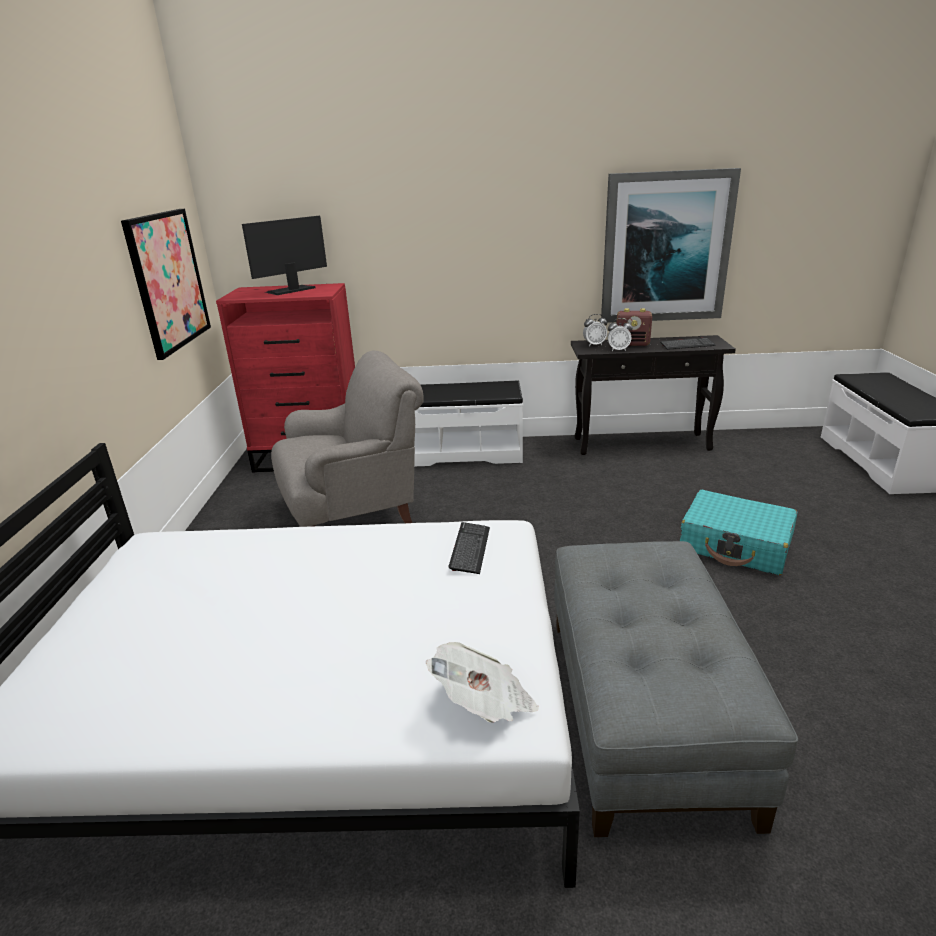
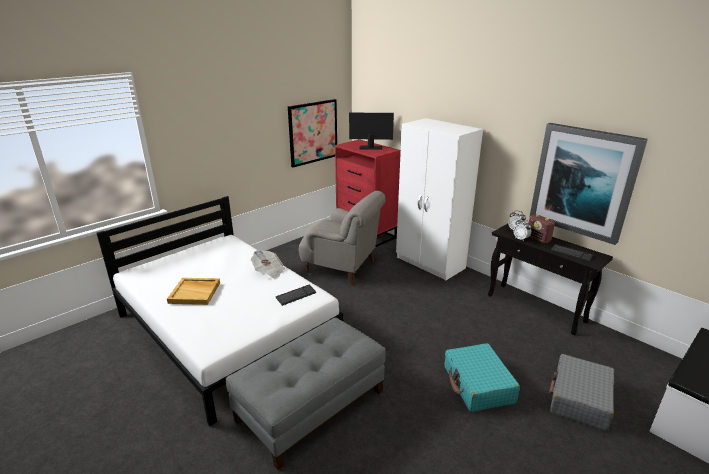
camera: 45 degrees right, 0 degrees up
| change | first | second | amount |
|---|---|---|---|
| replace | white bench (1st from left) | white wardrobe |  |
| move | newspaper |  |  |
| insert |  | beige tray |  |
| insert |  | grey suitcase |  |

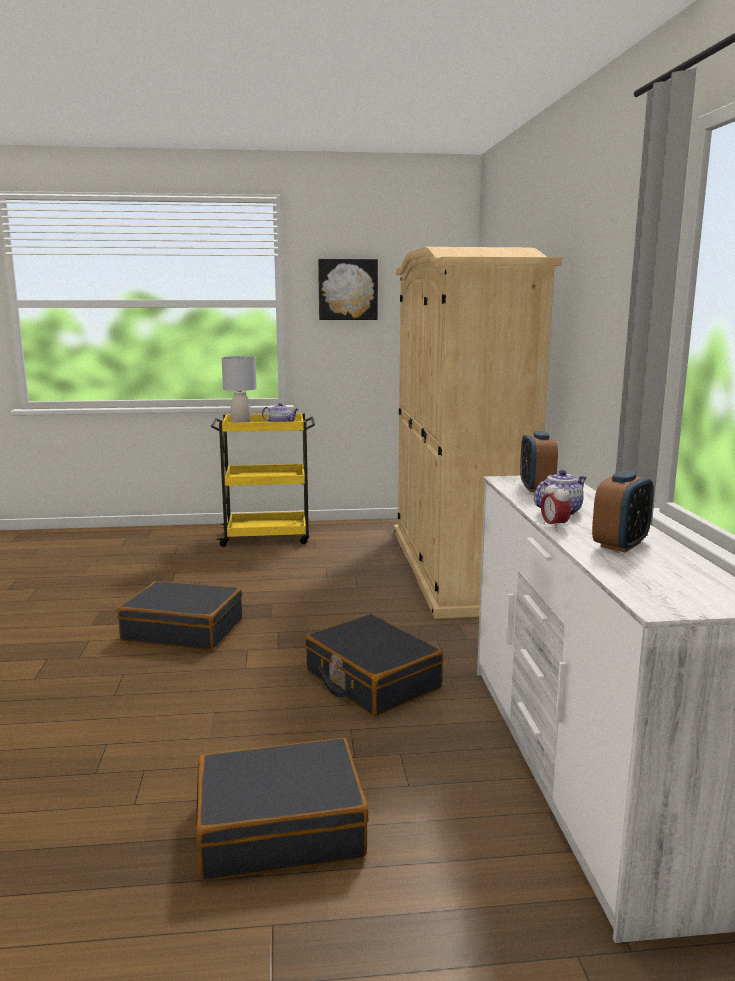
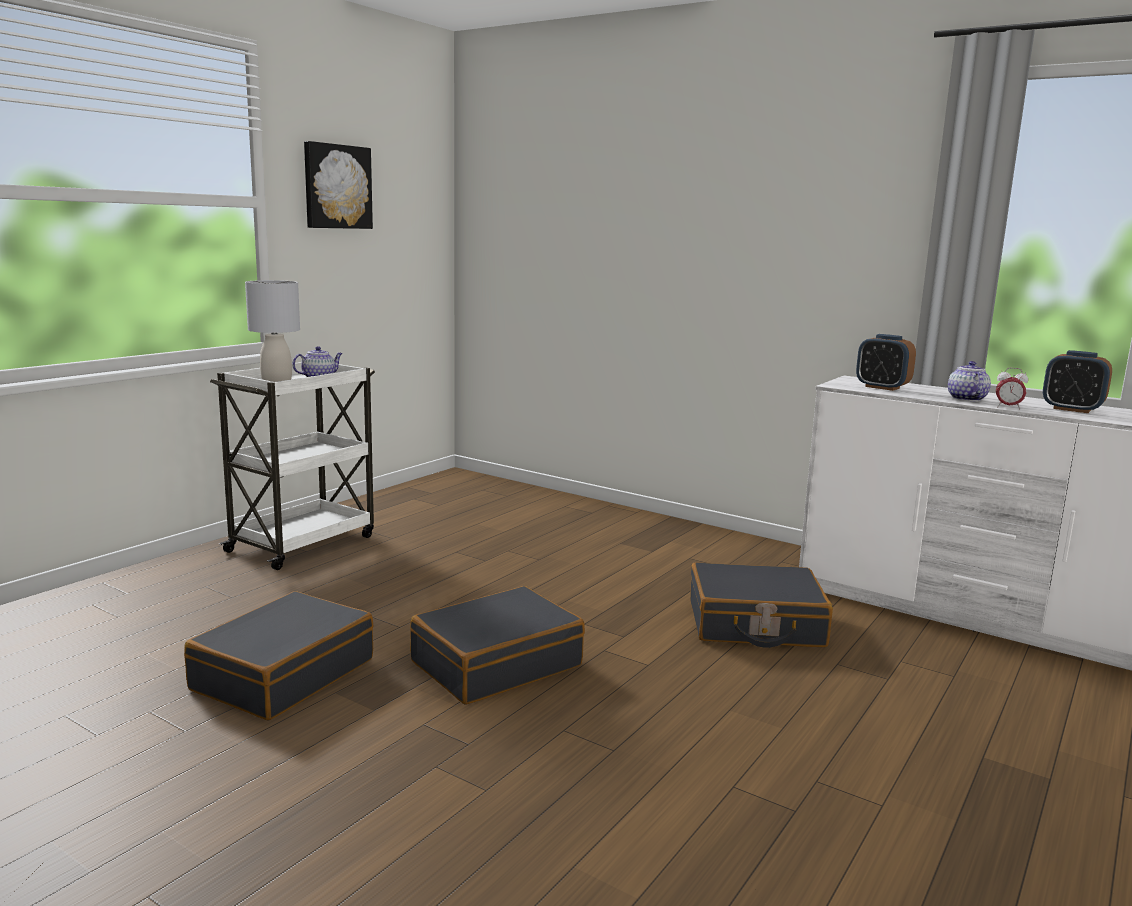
camera: 50 degrees left, 0 degrees up
| change | first | second | amount |
|---|---|---|---|
| delete | beige wardrobe |  |  |
| recolor | yellow cart | white cart |  |
| rotate | alarm clock (3rd from left) |  | 135 degrees clockwise |
| move | black suitcase (2nd from left in the first image) | black suitcase (1st from left) |  |

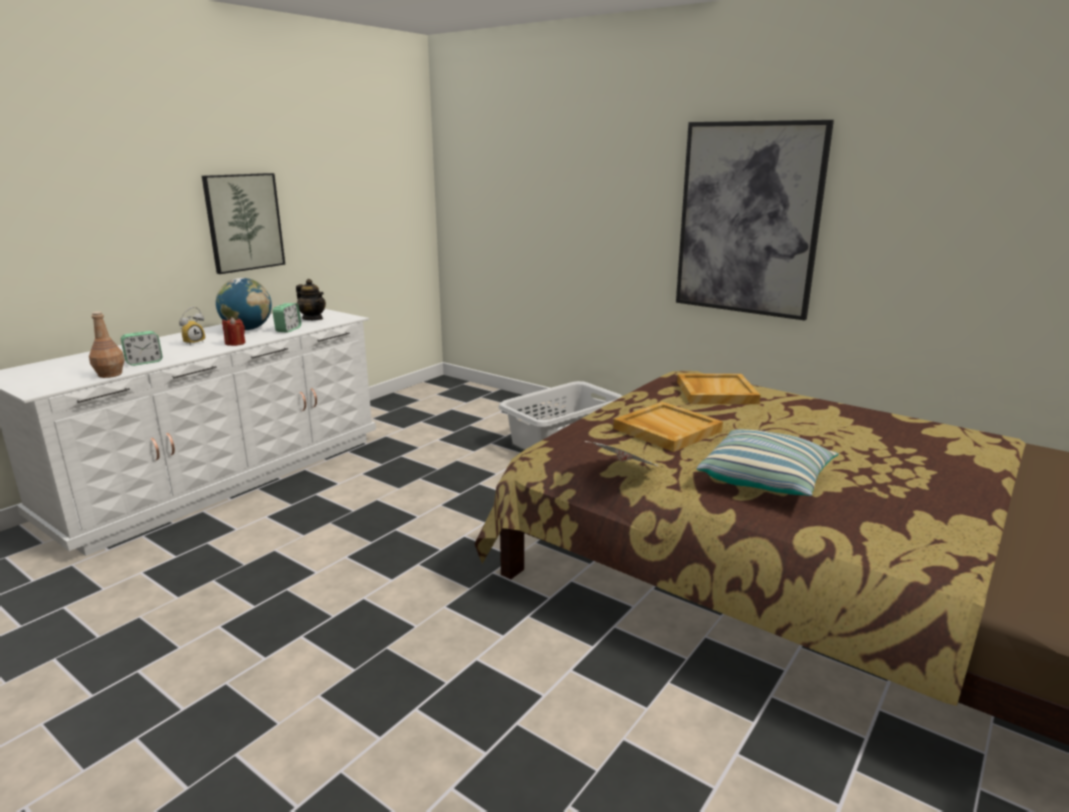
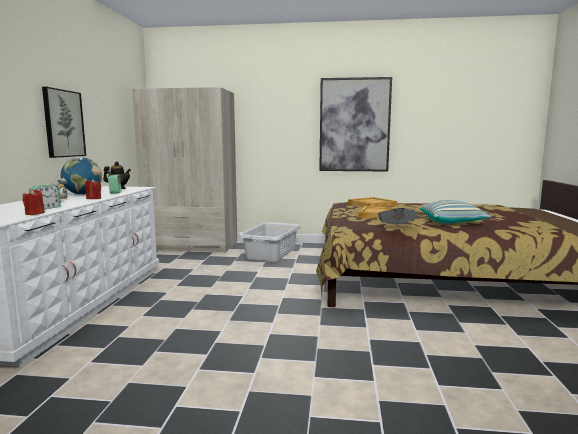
camera: 30 degrees left, 10 degrees down
| change | first | second | amount |
|---|---|---|---|
| replace | brown bottle | red candle (1st from left) |  |
| insert |  | beige wardrobe |  |

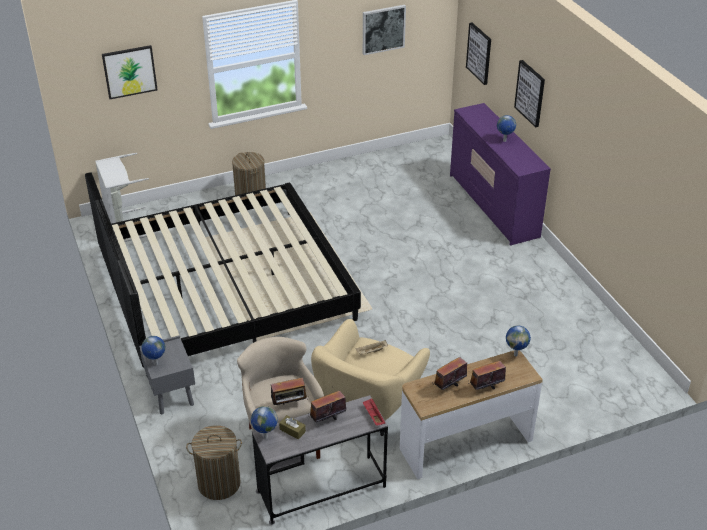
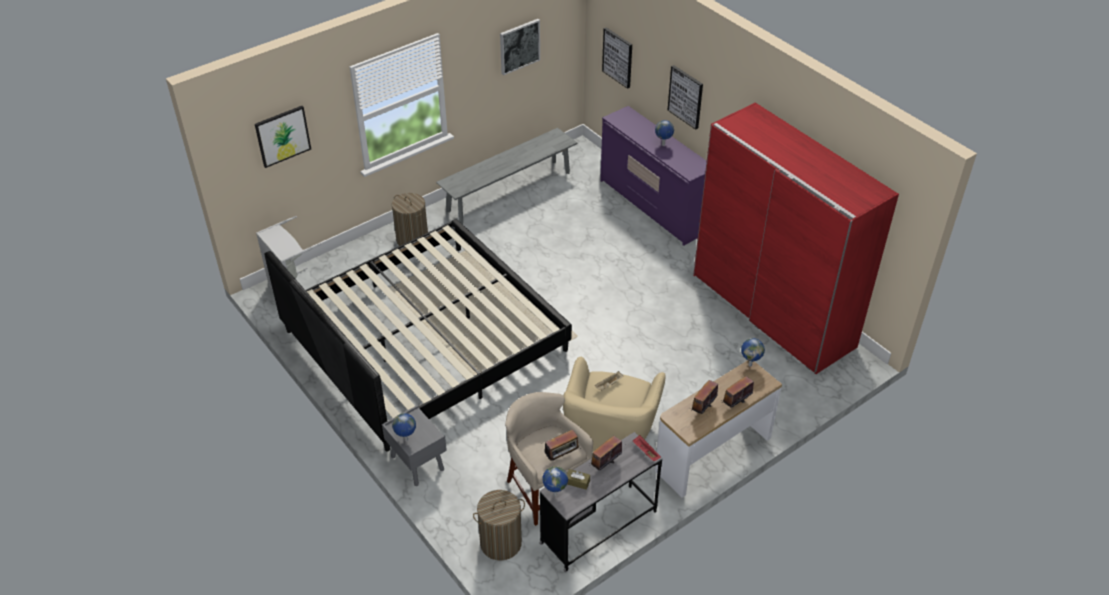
camera: 15 degrees left, 5 degrees up
| change | first | second | amount |
|---|---|---|---|
| insert |  | red wardrobe |  |
| insert |  | grey bench |  |

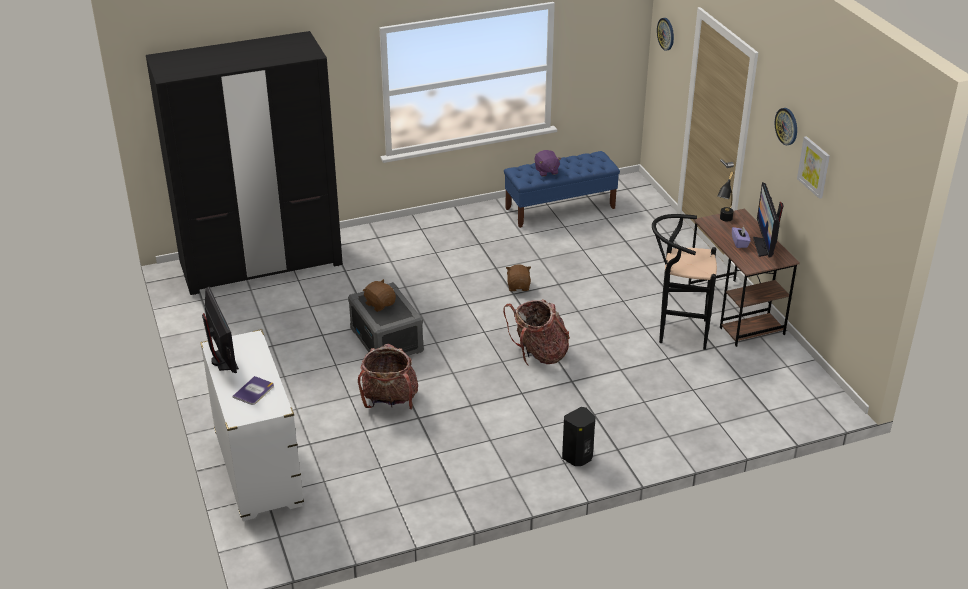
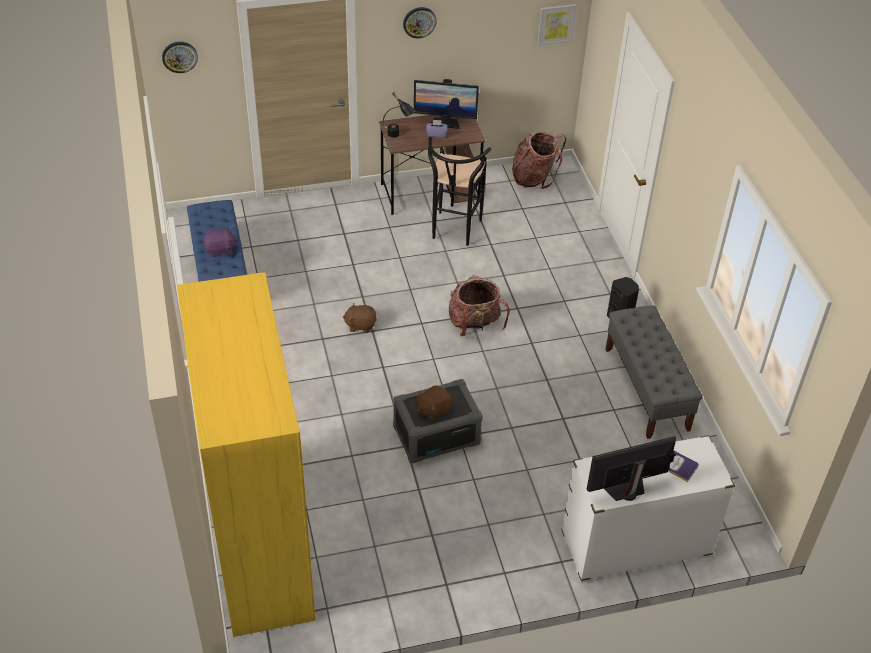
camera: 85 degrees left, 10 degrees up
| change | first | second | amount |
|---|---|---|---|
| recolor | black wardrobe | yellow wardrobe |  |
| move | picture |  |  |
| move | backpack (1st from left in the first image) | backpack (2nd from left) |  |
| insert |  | grey bench |  |

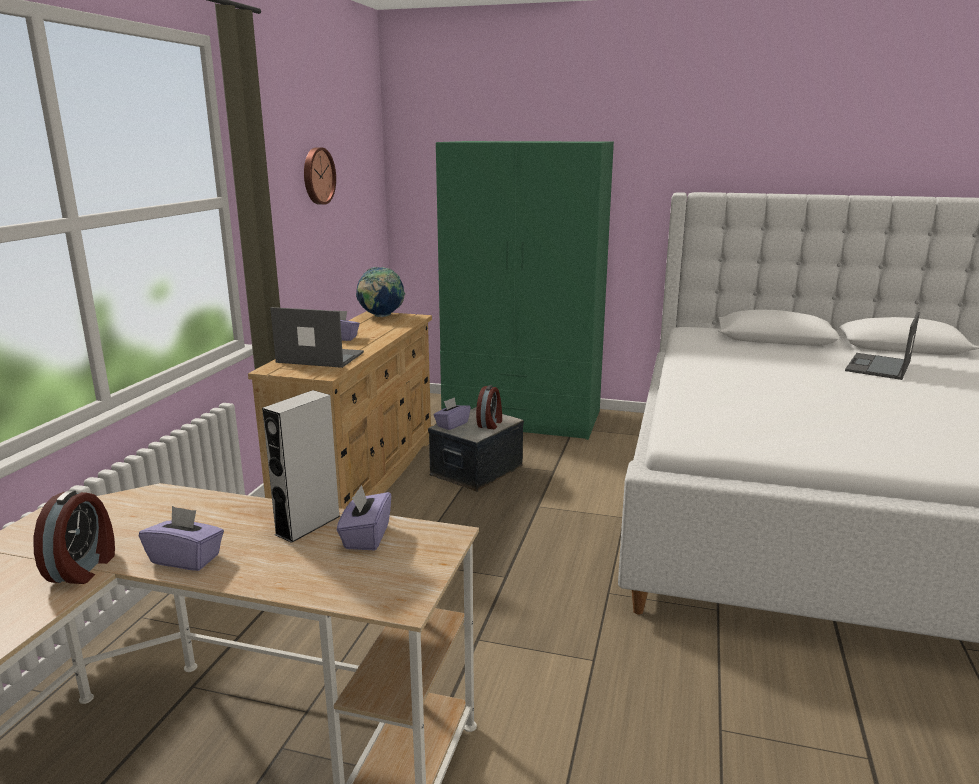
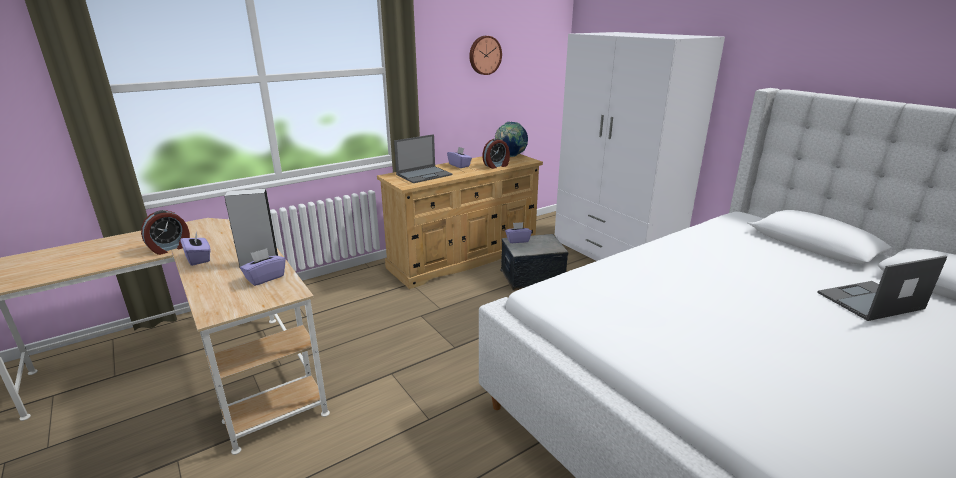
camera: 40 degrees right, 5 degrees up
| change | first | second | amount |
|---|---|---|---|
| recolor | green wardrobe | white wardrobe |  |
| rotate | laptop (1st from left) |  | 90 degrees clockwise |
| move | alarm clock (2nd from left) |  |  |

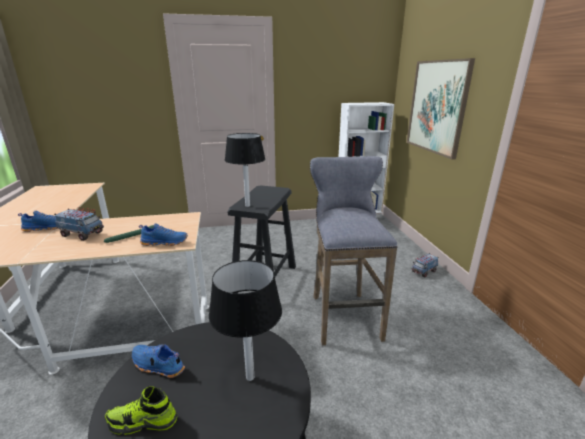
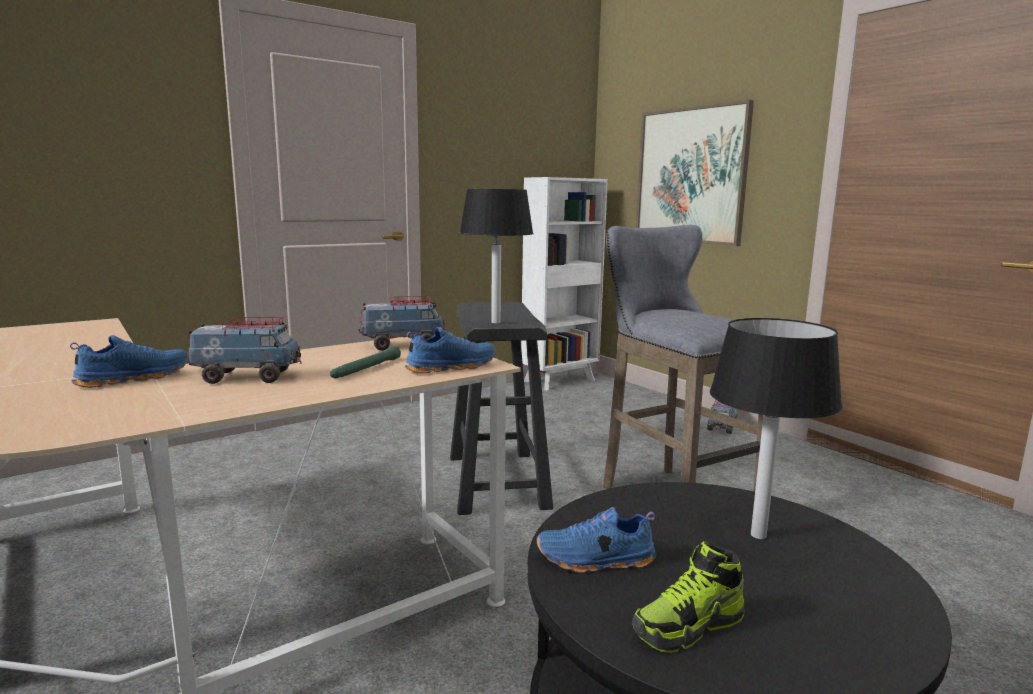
camera: 25 degrees left, 10 degrees down
| change | first | second | amount |
|---|---|---|---|
| insert |  | toy truck (2nd from left) |  |

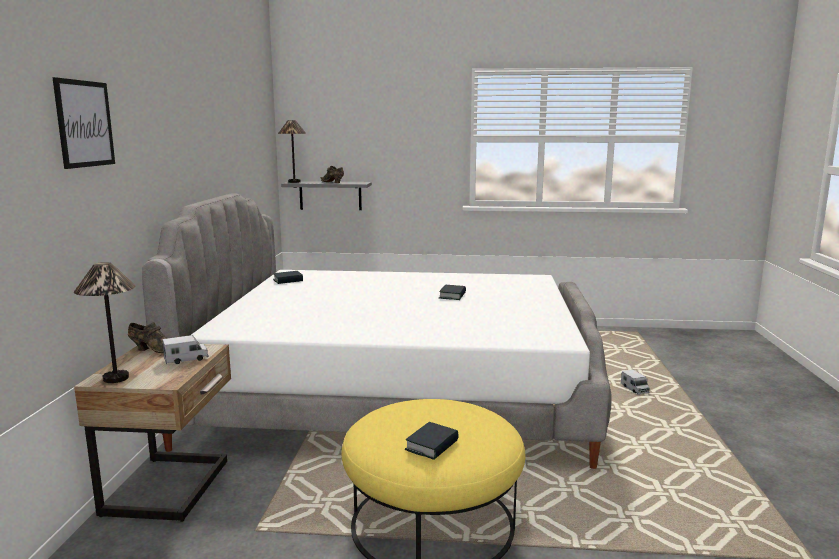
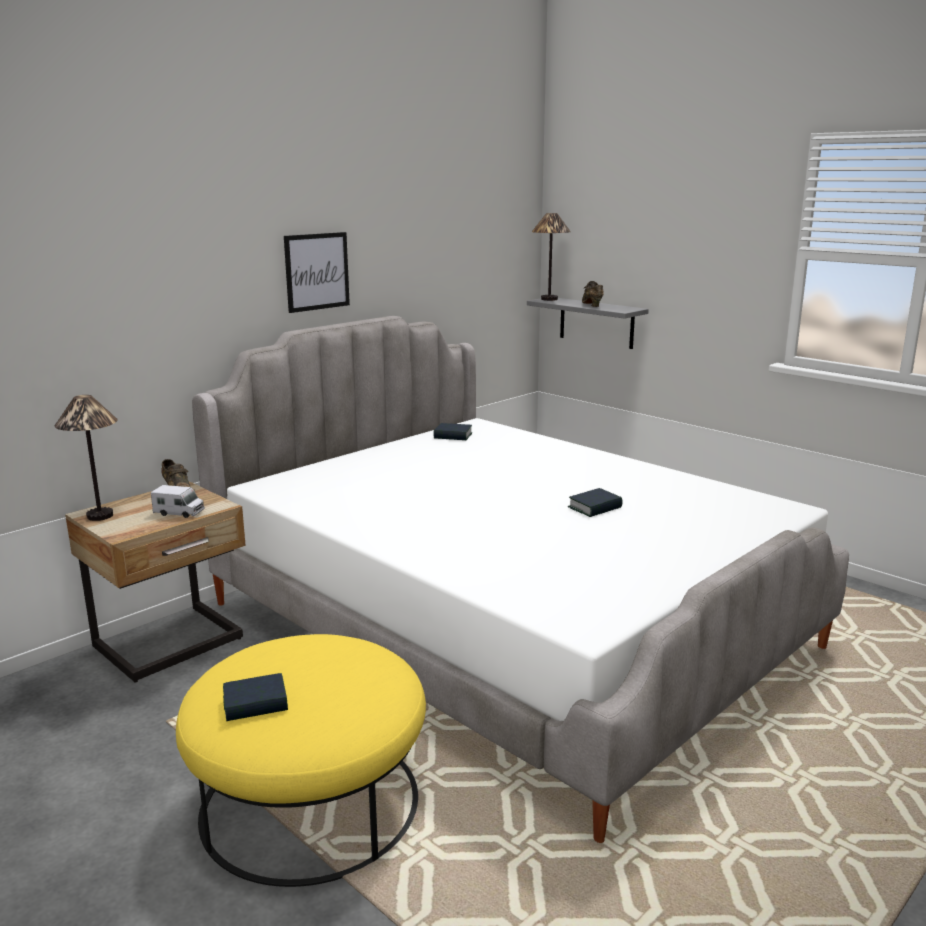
camera: 40 degrees right, 5 degrees up
| change | first | second | amount |
|---|---|---|---|
| move | picture |  |  |
| delete | toy truck (2nd from left) |  |  |

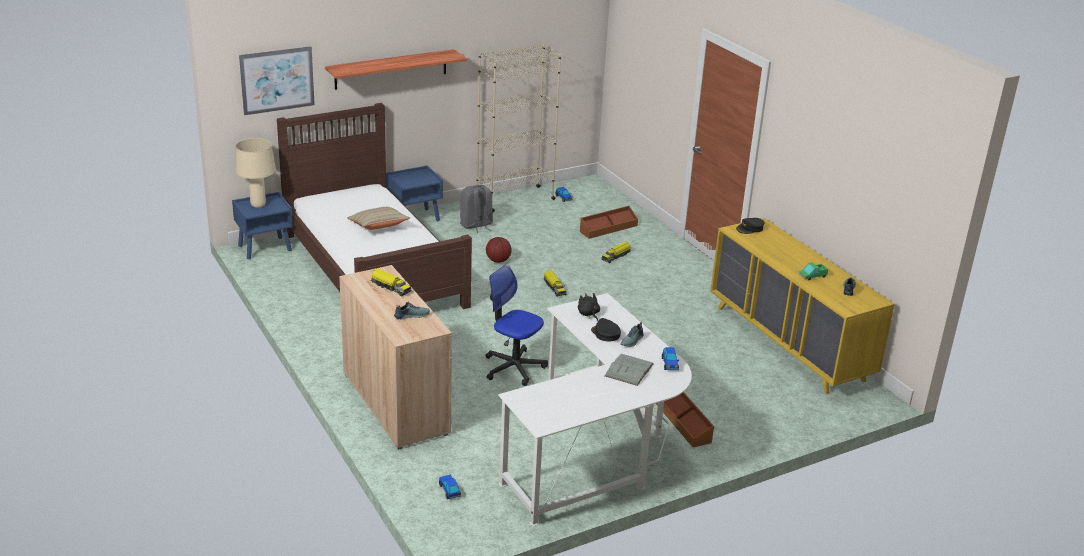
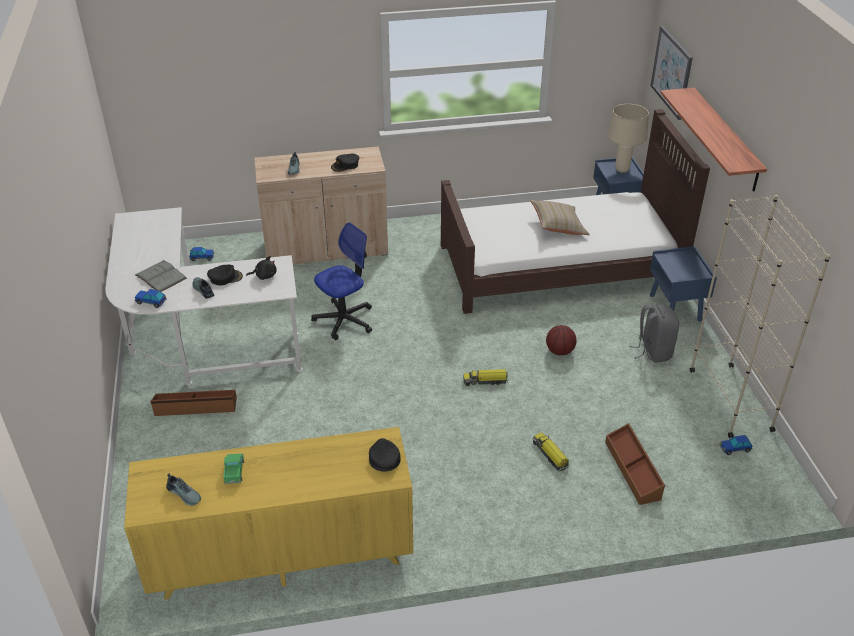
camera: 110 degrees right, 10 degrees up
| change | first | second | amount |
|---|---|---|---|
| replace | toy truck (1st from left) | black cap (2nd from left) |  |

